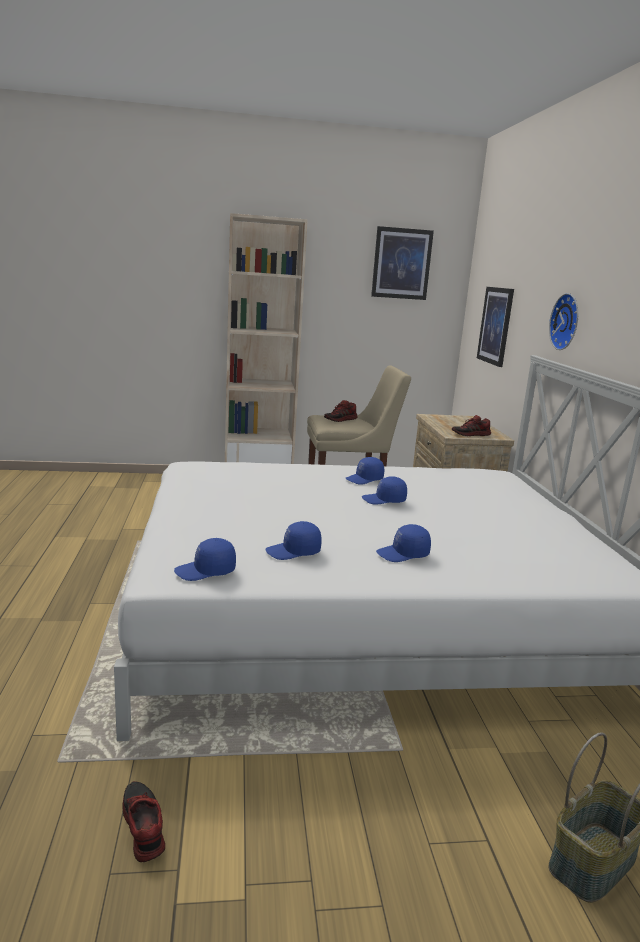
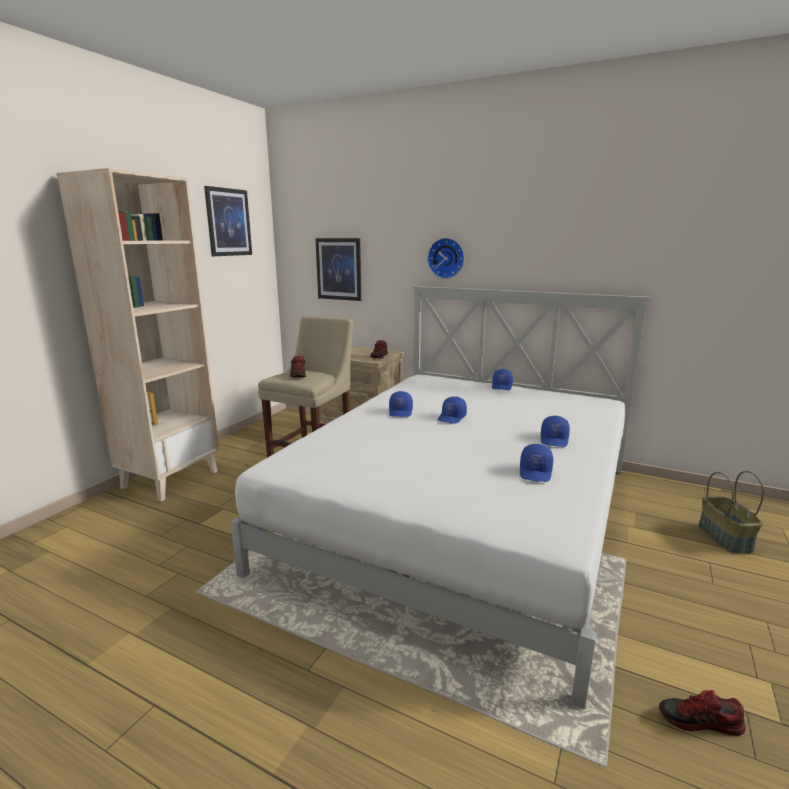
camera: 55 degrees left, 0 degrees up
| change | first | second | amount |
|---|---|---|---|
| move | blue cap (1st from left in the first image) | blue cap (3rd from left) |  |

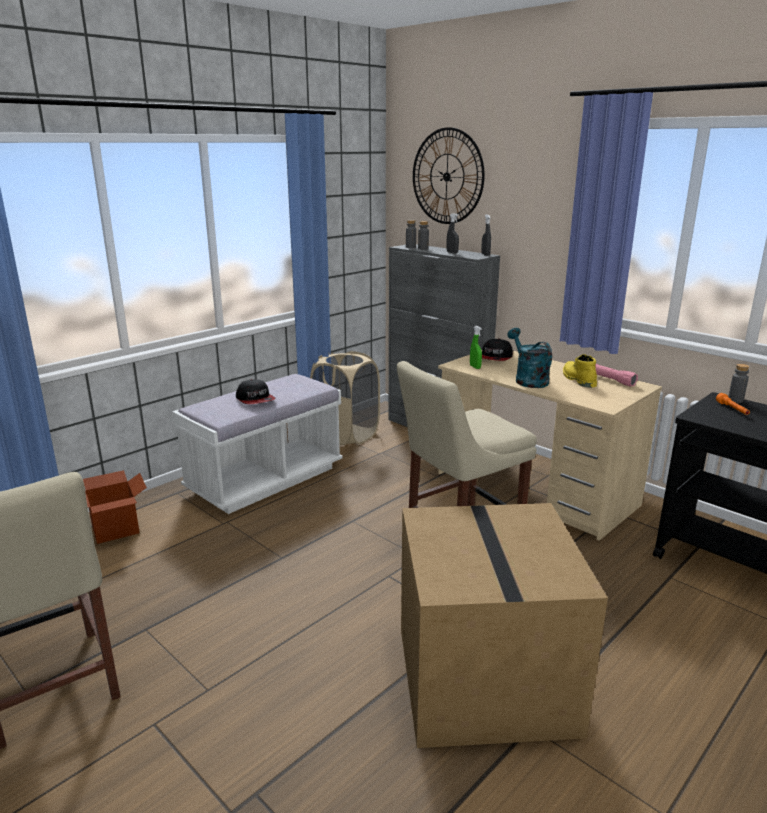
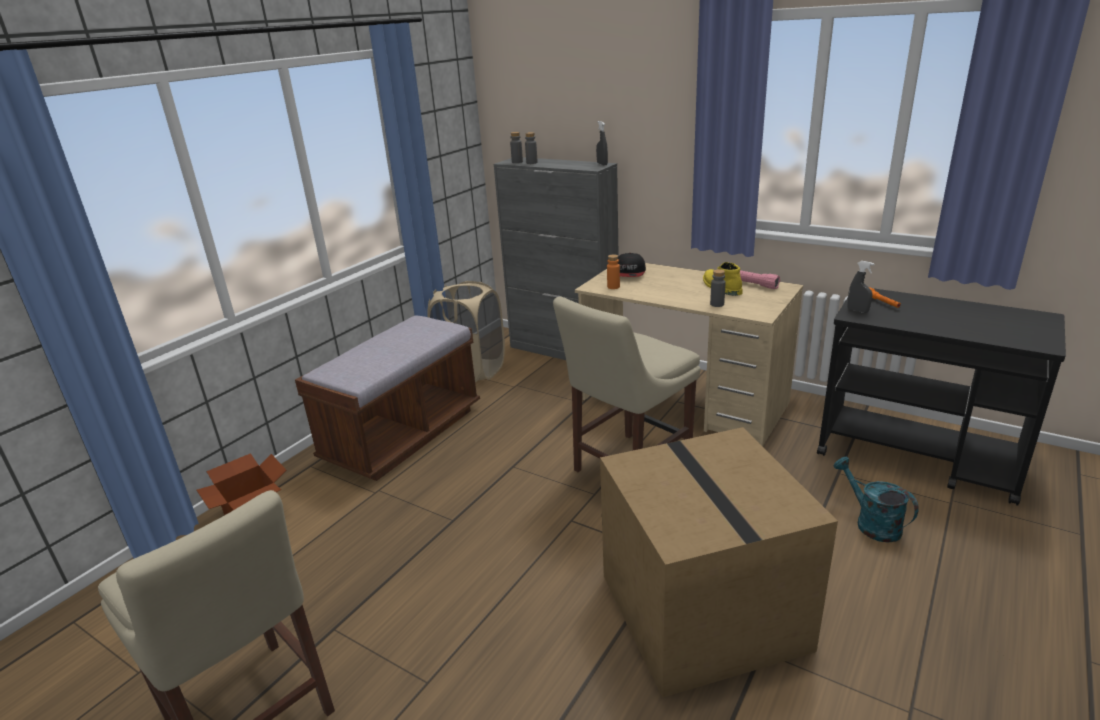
camera: 10 degrees left, 5 degrees up
| change | first | second | amount |
|---|---|---|---|
| delete | wall clock |  |  |
| move | grey spray bottle (1st from left in the first image) | grey spray bottle (2nd from left) |  |
| replace | green spray bottle | orange bottle |  |
| move | turquoise watering can |  |  |
| move | grey bottle (3rd from left) |  |  |
| recolor | white bench | brown bench |  |
| delete | cap (1st from left) |  |  |

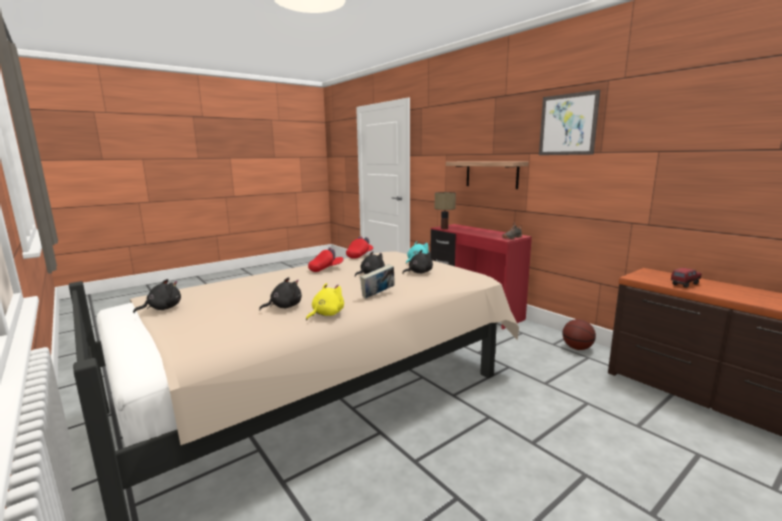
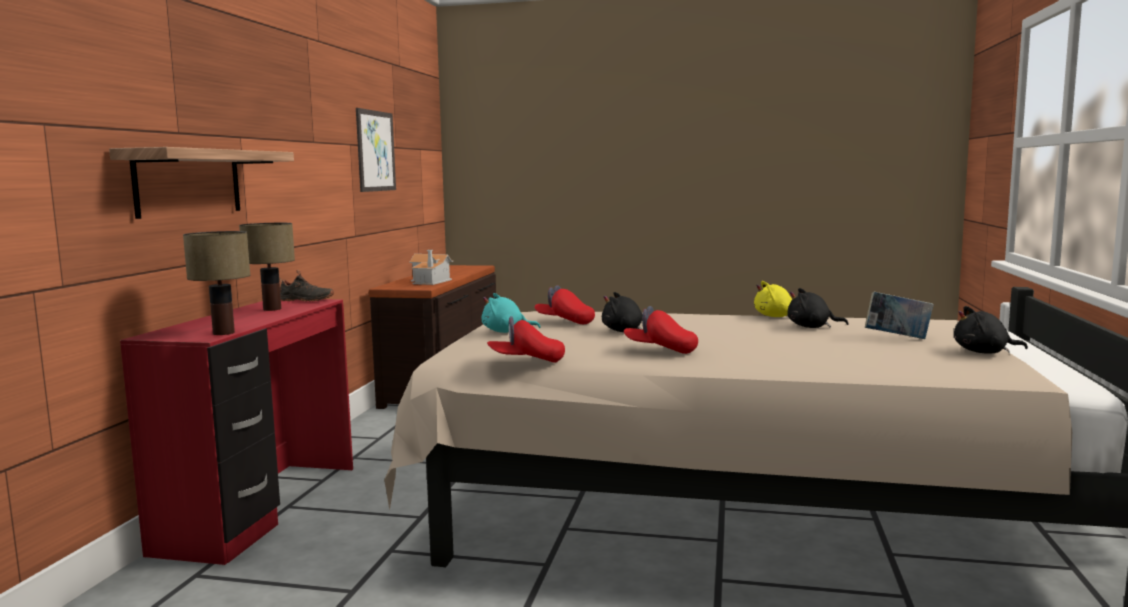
camera: 130 degrees left, 5 degrees down
| change | first | second | amount |
|---|---|---|---|
| move | picture |  |  |
| replace | black plush toy (4th from left) | red cap (2nd from left) |  |
| move | book |  |  |
| replace | toy truck | toy house |  |
| delete | basketball |  |  |
| insert |  | table lamp (2nd from left) |  |

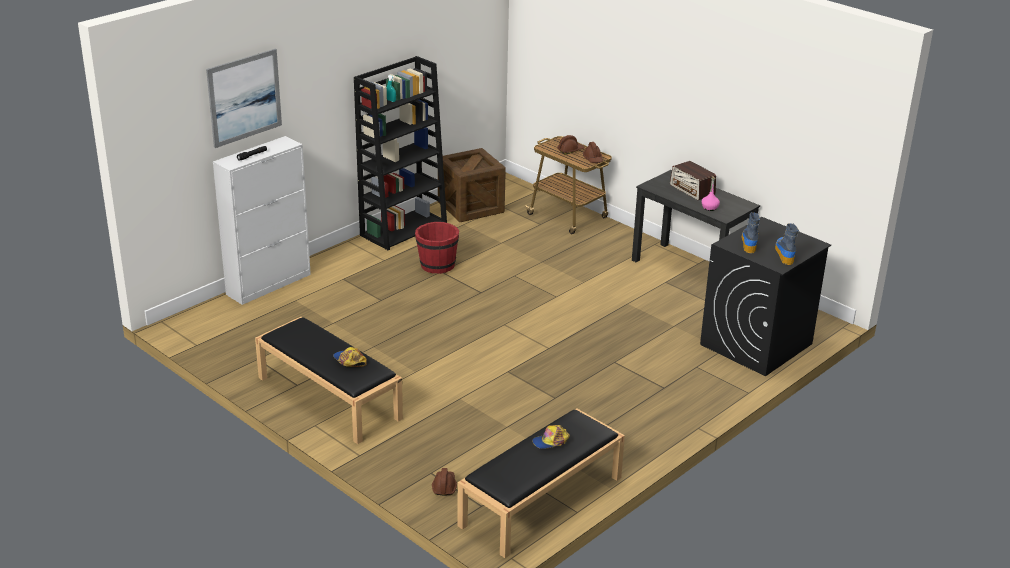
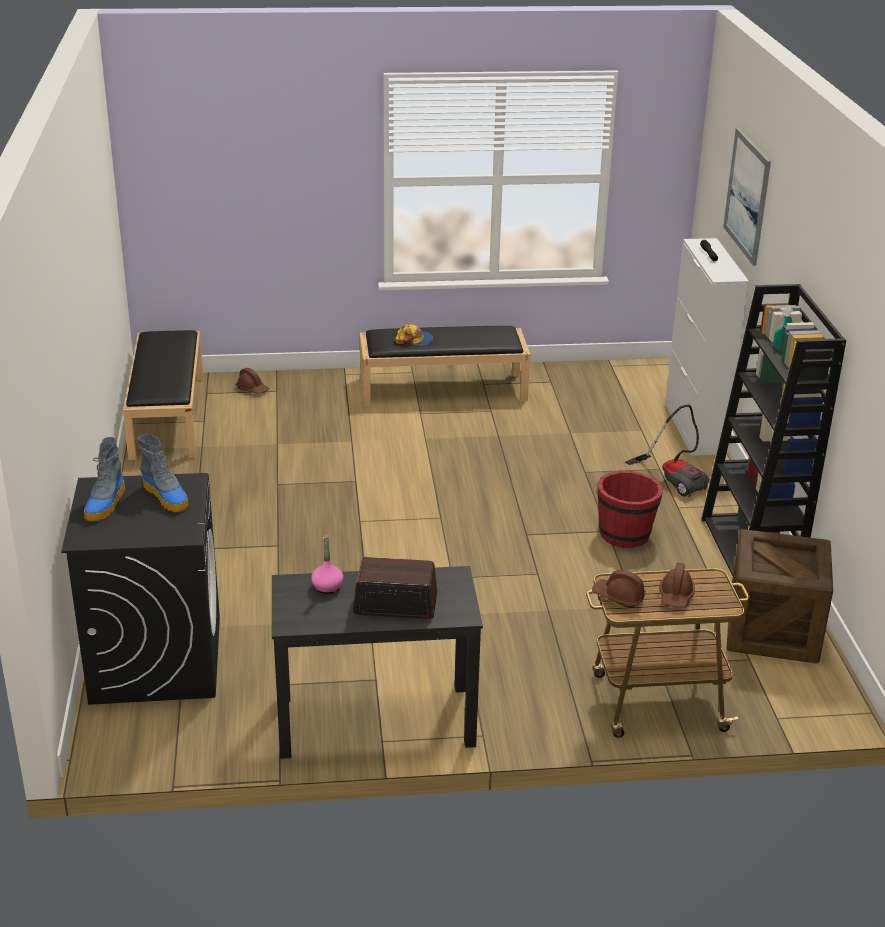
camera: 130 degrees right, 0 degrees up
| change | first | second | amount |
|---|---|---|---|
| rotate | boot (2nd from left in the first image) | boot (1st from left) | 60 degrees clockwise |
| delete | cap (2nd from left) |  |  |
| insert |  | vacuum cleaner |  |

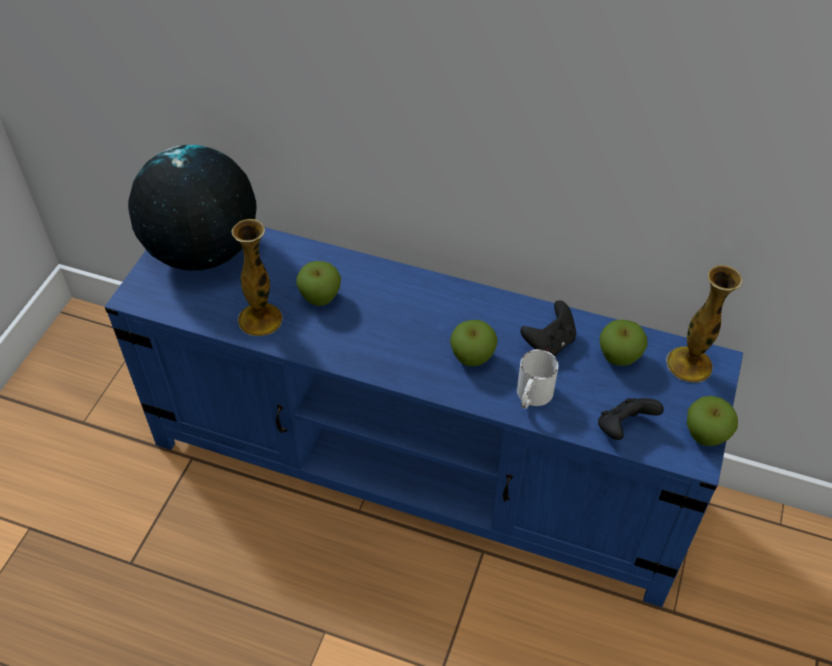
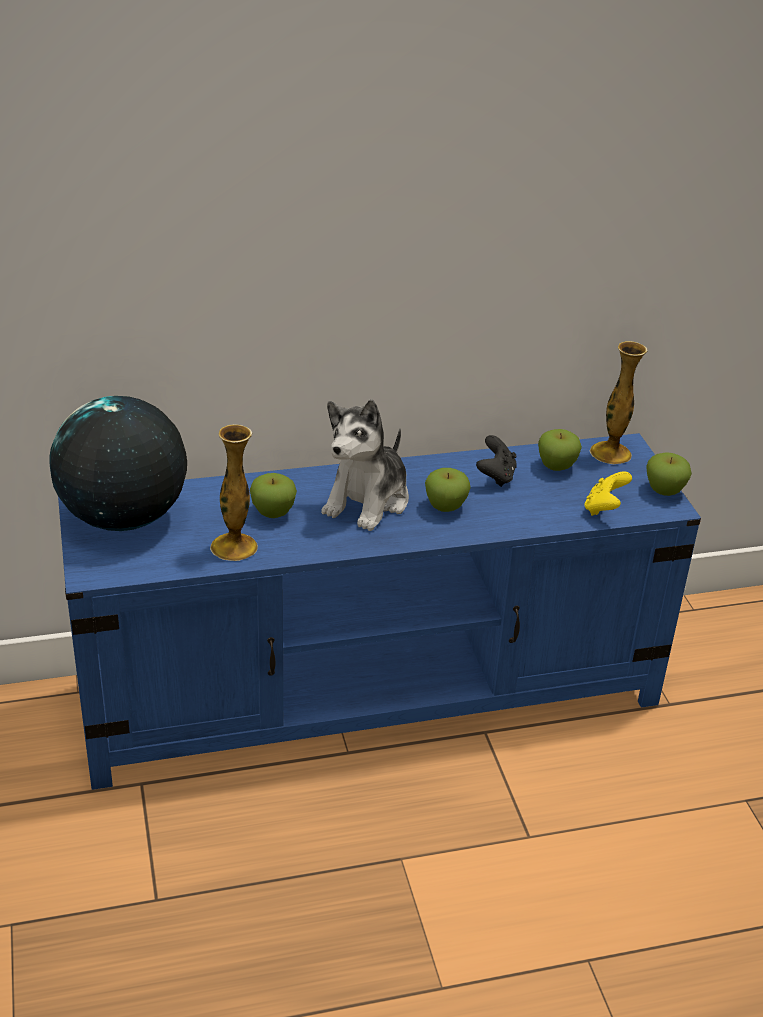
camera: 35 degrees left, 15 degrees down
| change | first | second | amount |
|---|---|---|---|
| delete | white mug |  |  |
| recolor | black game controller (2nd from left) | yellow game controller |  |
| insert |  | plush toy |  |

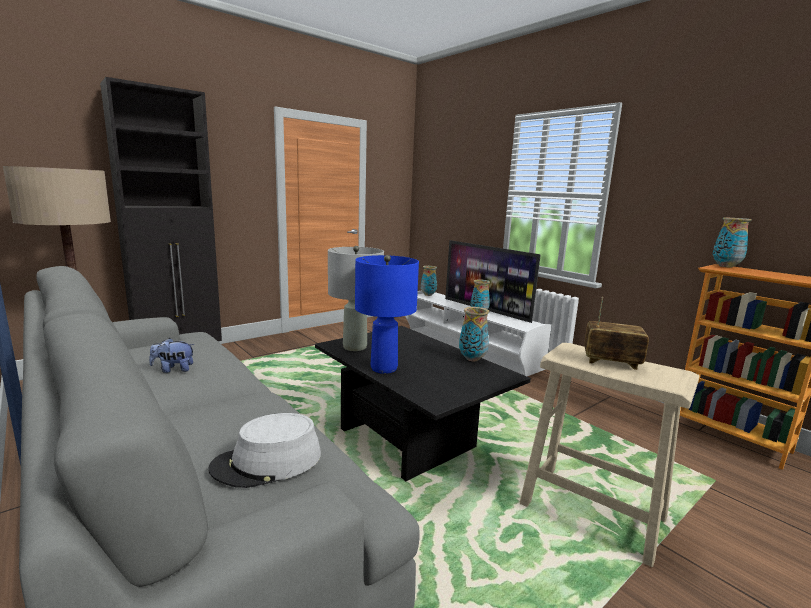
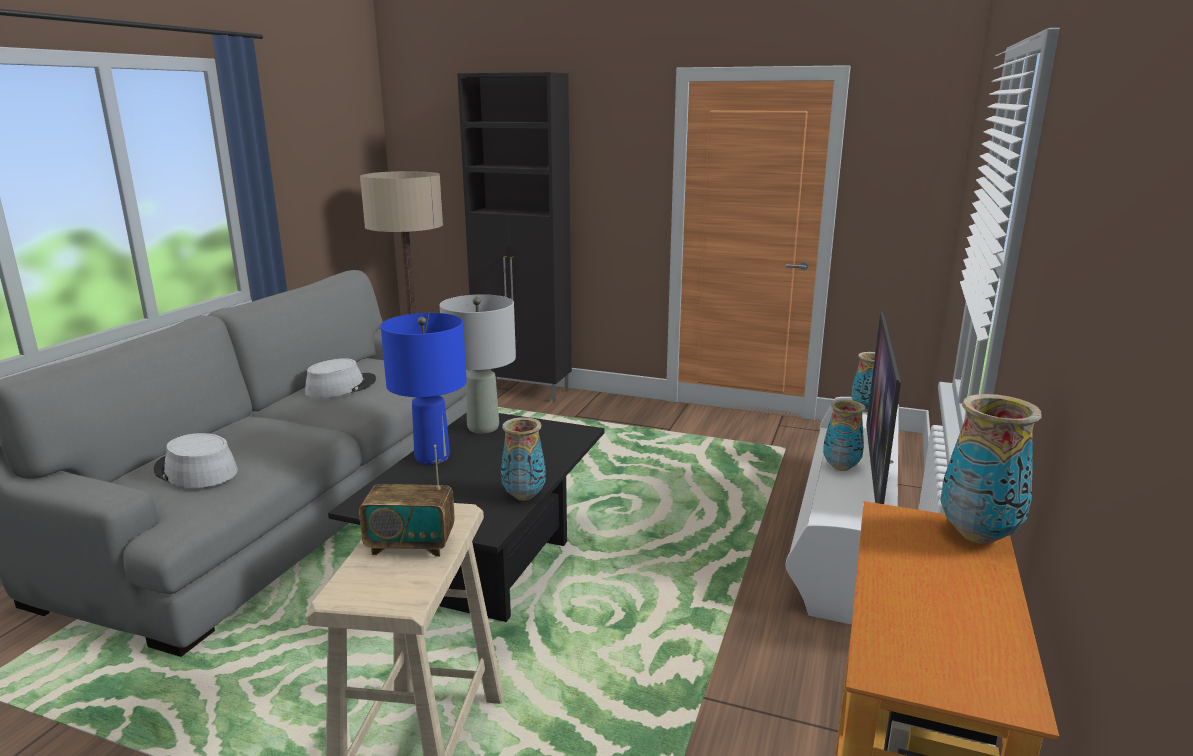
camera: 60 degrees right, 5 degrees up
| change | first | second | amount |
|---|---|---|---|
| rotate | radio |  | 105 degrees clockwise |
| replace | plush toy | grey hat (2nd from left) |  |

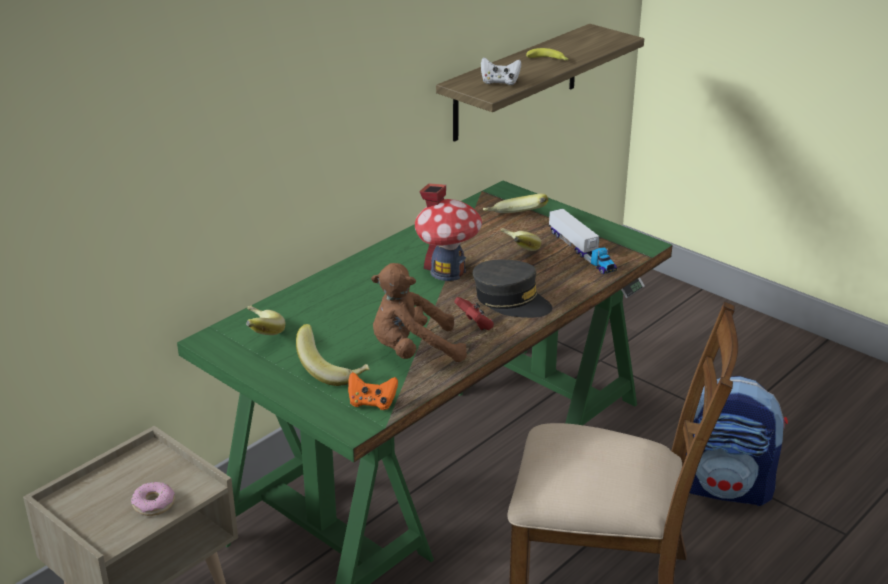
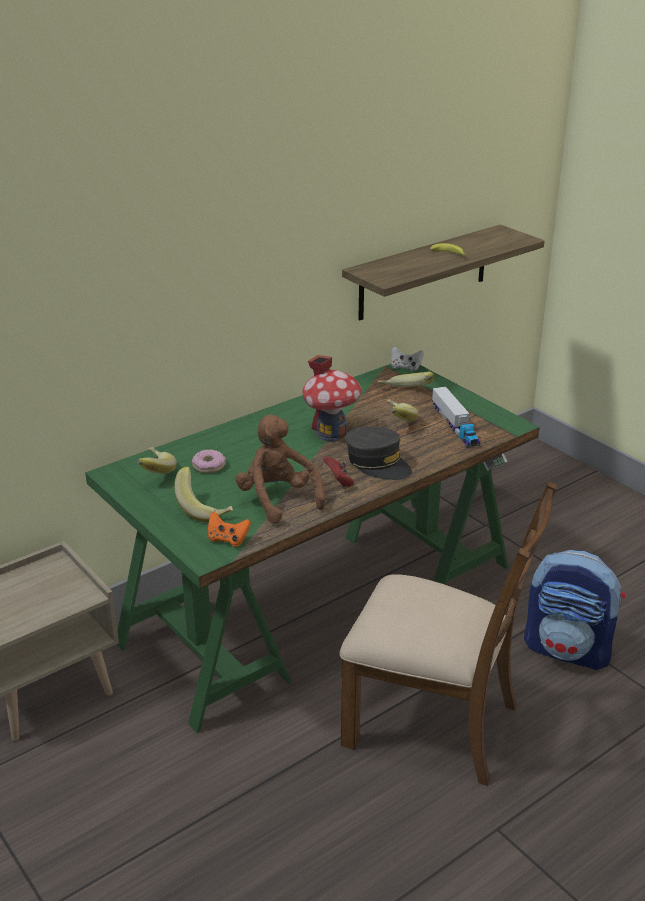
camera: 10 degrees right, 0 degrees up
| change | first | second | amount |
|---|---|---|---|
| move | white game controller |  |  |
| rotate | brown plush toy |  | 60 degrees clockwise |
| move | donut |  |  |

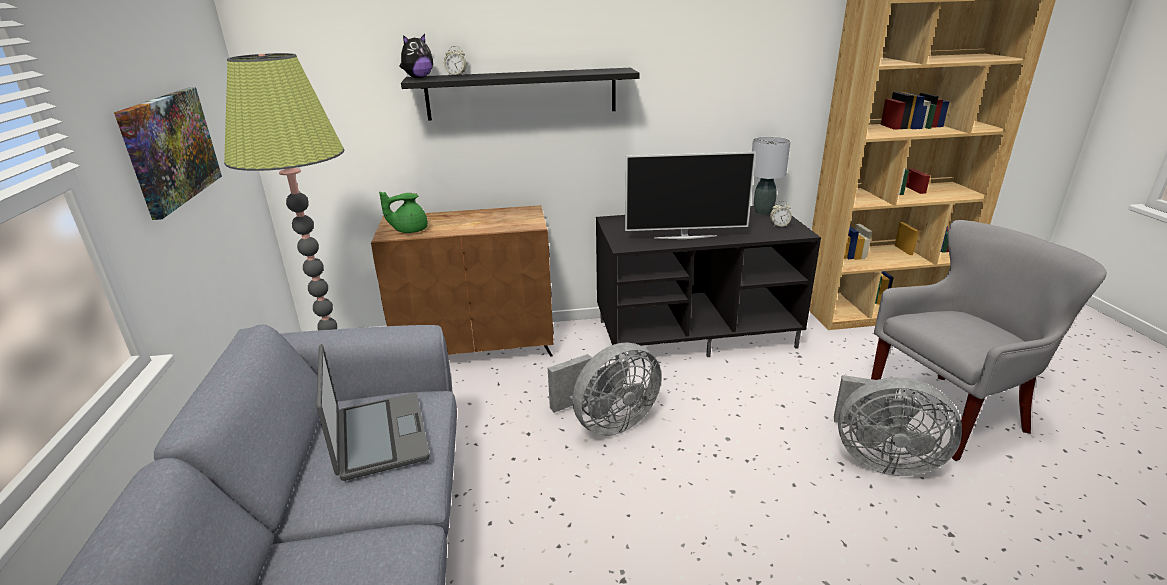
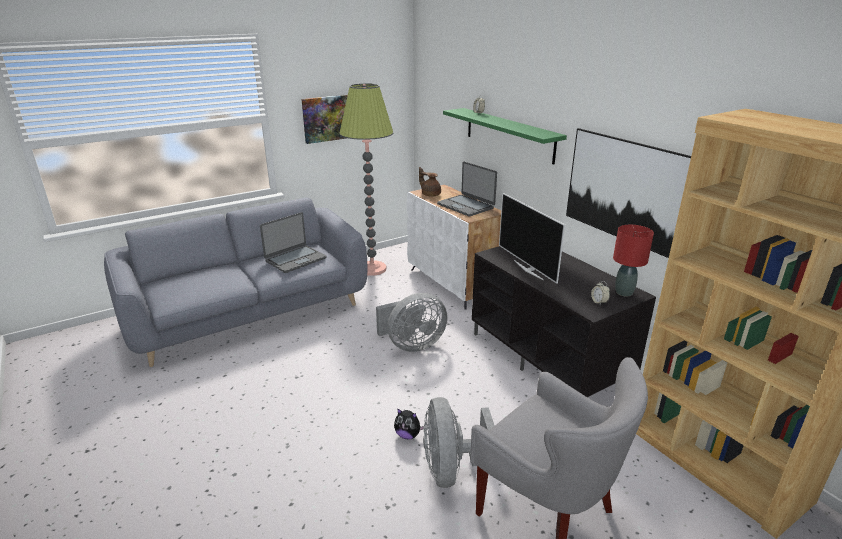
camera: 65 degrees right, 0 degrees up
| change | first | second | amount |
|---|---|---|---|
| move | plush toy |  |  |
| recolor | black shelf | green shelf |  |
| recolor | grey table lamp | red table lamp |  |
| recolor | green teapot | brown teapot |  |
| recolor | brown cabinet | white cabinet |  |
| rotate | grey fan (1st from left) |  | 60 degrees counterclockwise |
| insert |  | picture (2nd from left) |  |
| insert |  | laptop (2nd from left) |  |

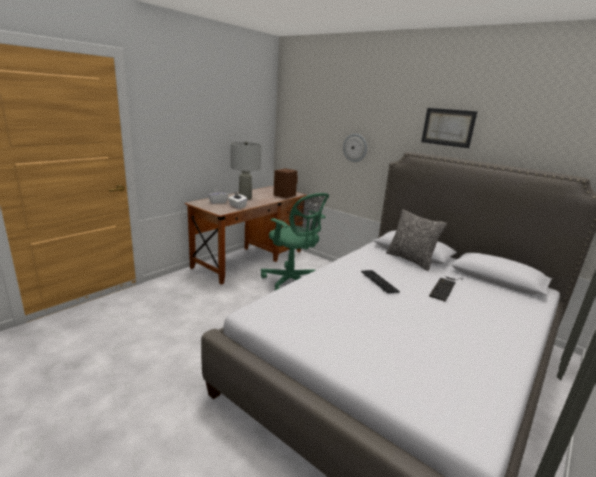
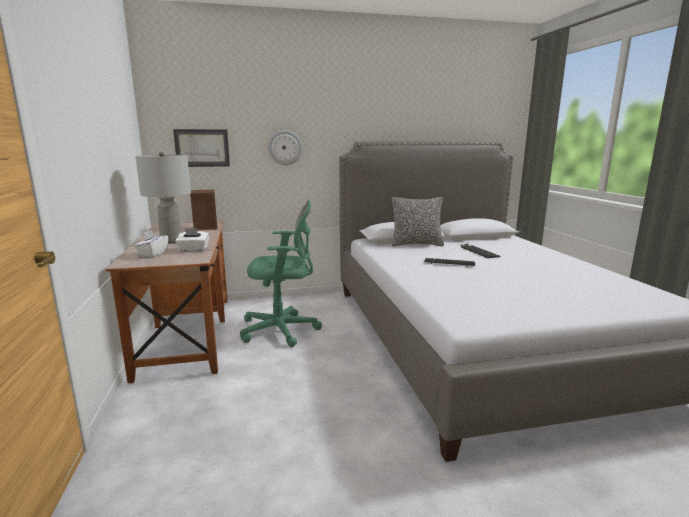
camera: 50 degrees left, 5 degrees down
| change | first | second | amount |
|---|---|---|---|
| move | picture |  |  |

